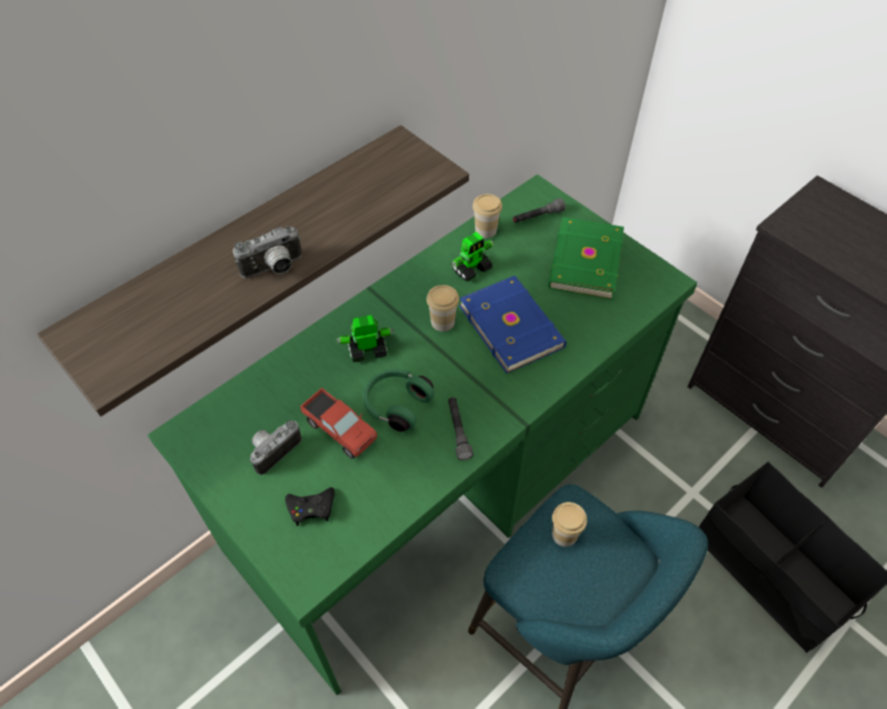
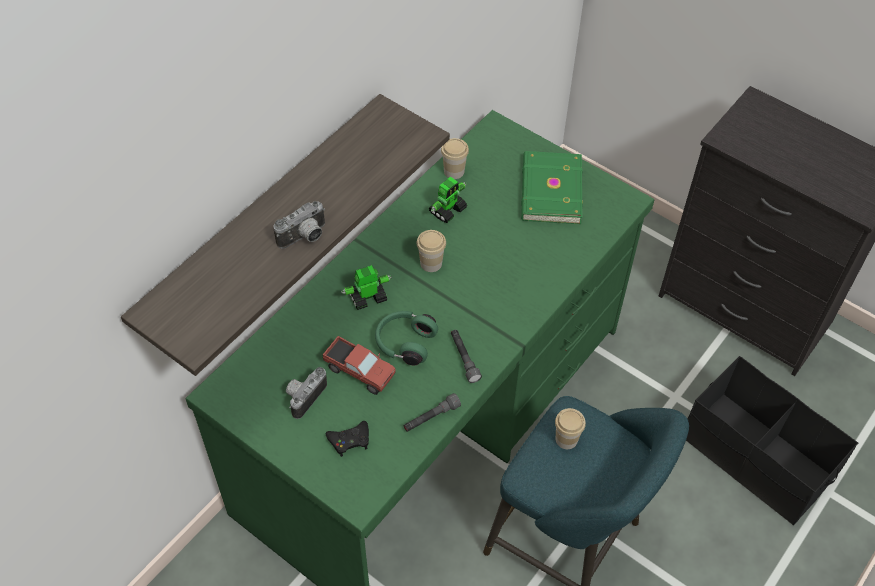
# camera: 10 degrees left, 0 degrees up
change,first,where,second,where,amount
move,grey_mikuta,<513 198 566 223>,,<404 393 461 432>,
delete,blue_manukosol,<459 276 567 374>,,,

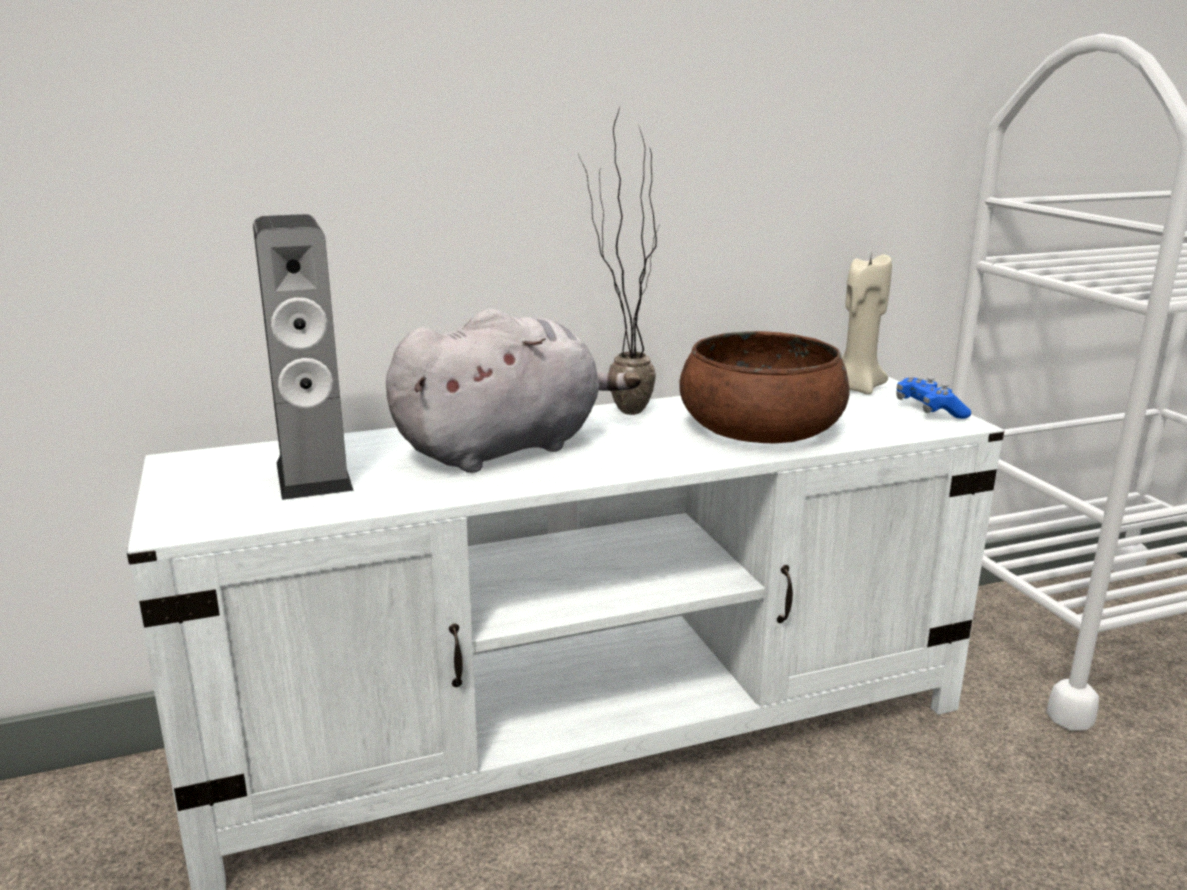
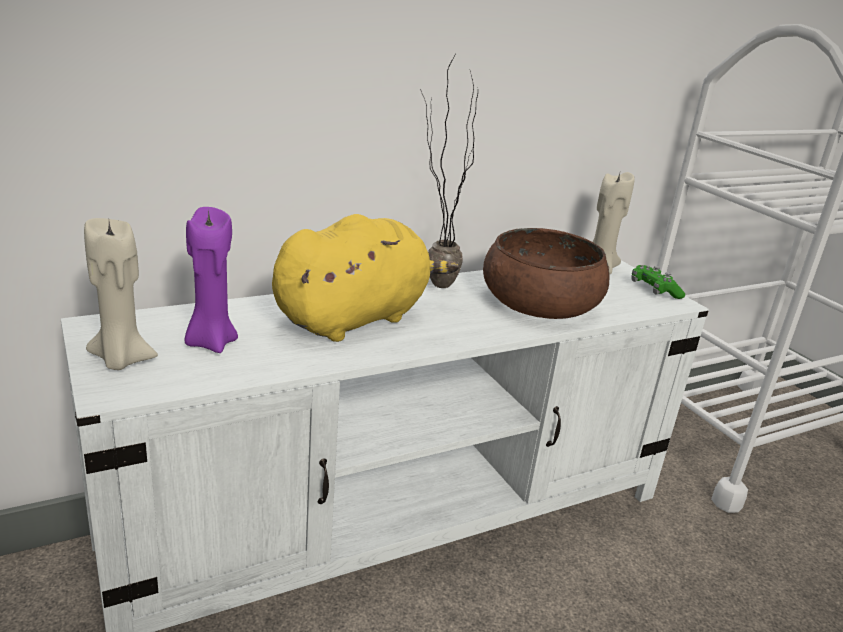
# camera: 10 degrees left, 5 degrees up
change,first,where,second,where,amount
replace,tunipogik,<253 214 354 500>,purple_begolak,<185 207 238 353>,
recolor,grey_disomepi,<386 309 641 473>,yellow_disomepi,<272 214 459 342>,
recolor,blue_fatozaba,<896 377 971 419>,green_fatozaba,<631 265 685 299>,
insert,,,beige_begolak,<84 218 158 370>,

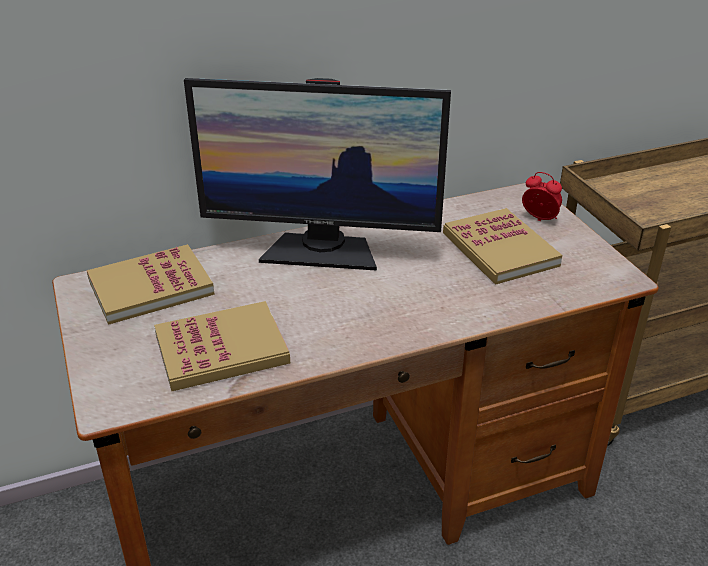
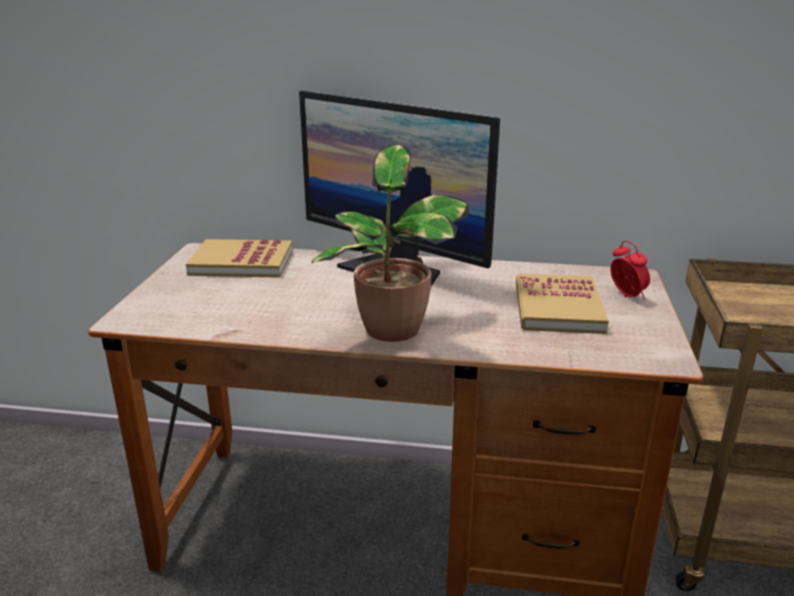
# camera: 30 degrees right, 10 degrees down
change,first,where,second,where,amount
delete,manukosol,<154 301 290 391>,,,
insert,,,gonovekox,<311 144 469 342>,

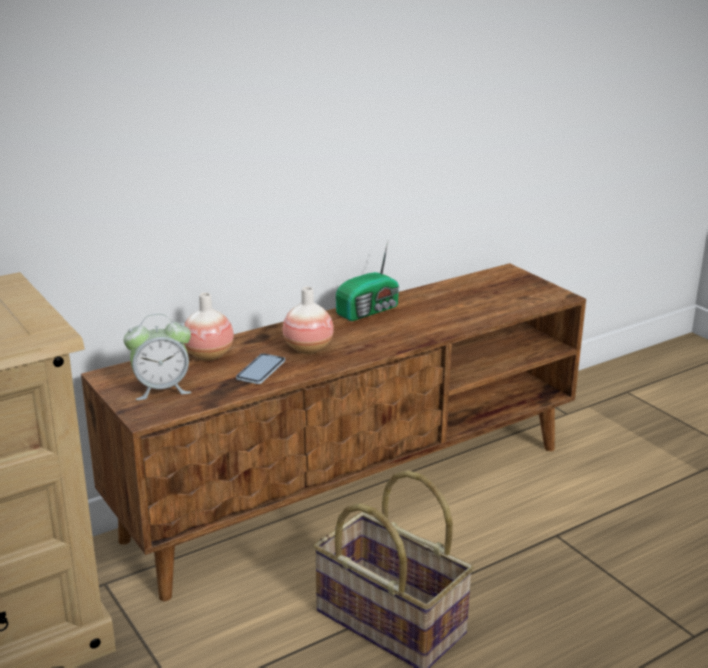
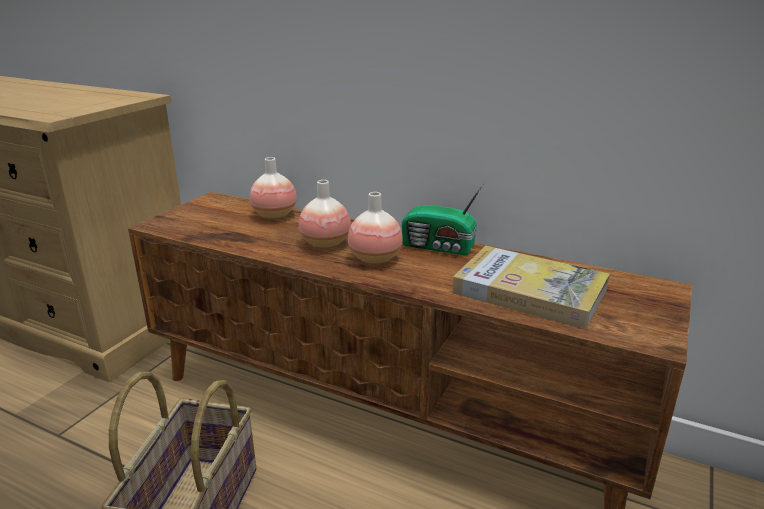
# camera: 60 degrees right, 0 degrees up
change,first,where,second,where,amount
delete,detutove,<124 314 192 400>,,,
delete,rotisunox,<236 354 285 384>,,,
insert,,,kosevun,<348 192 403 265>,
insert,,,manukosol,<452 246 610 329>,

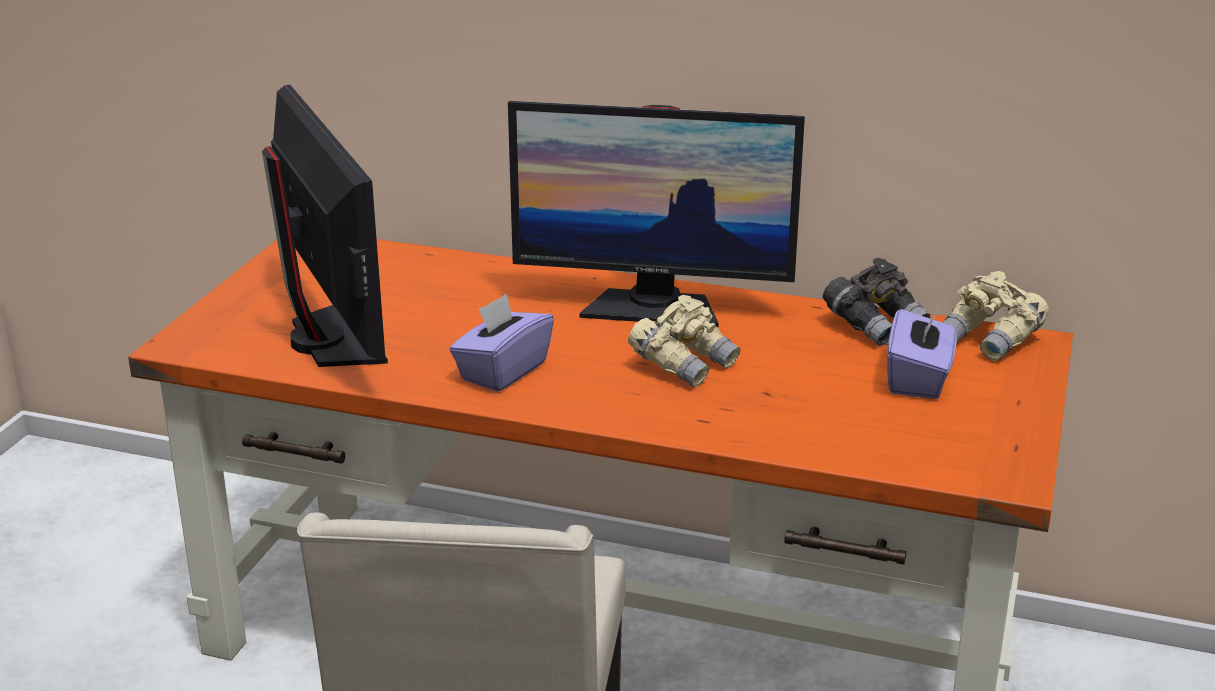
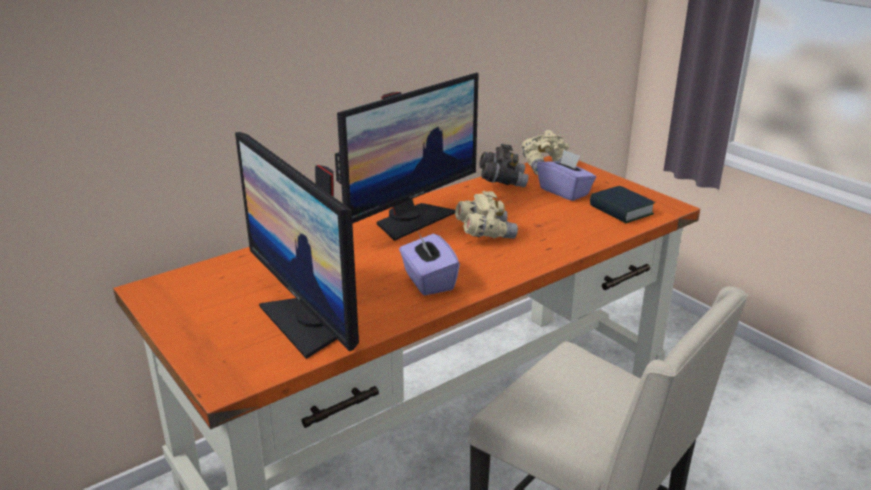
# camera: 55 degrees left, 0 degrees up
change,first,where,second,where,amount
rotate,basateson,<262 85 388 367>,,<235 132 359 359>,135 degrees counterclockwise
insert,,,manukosol,<590 186 655 223>,

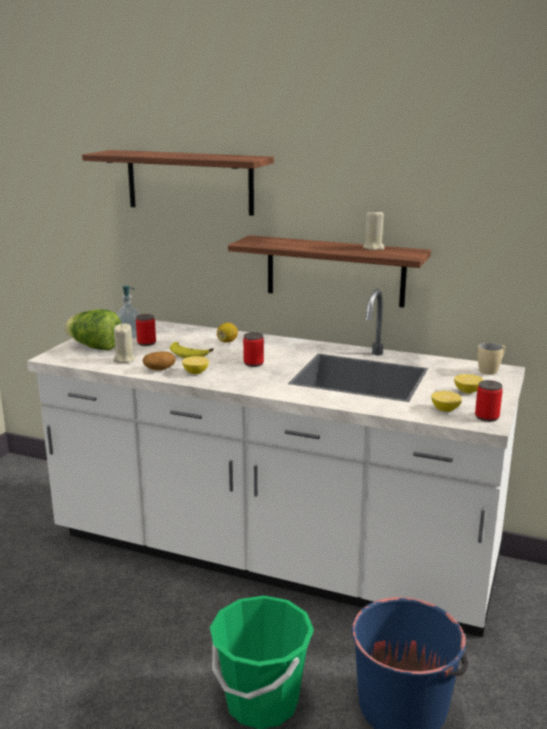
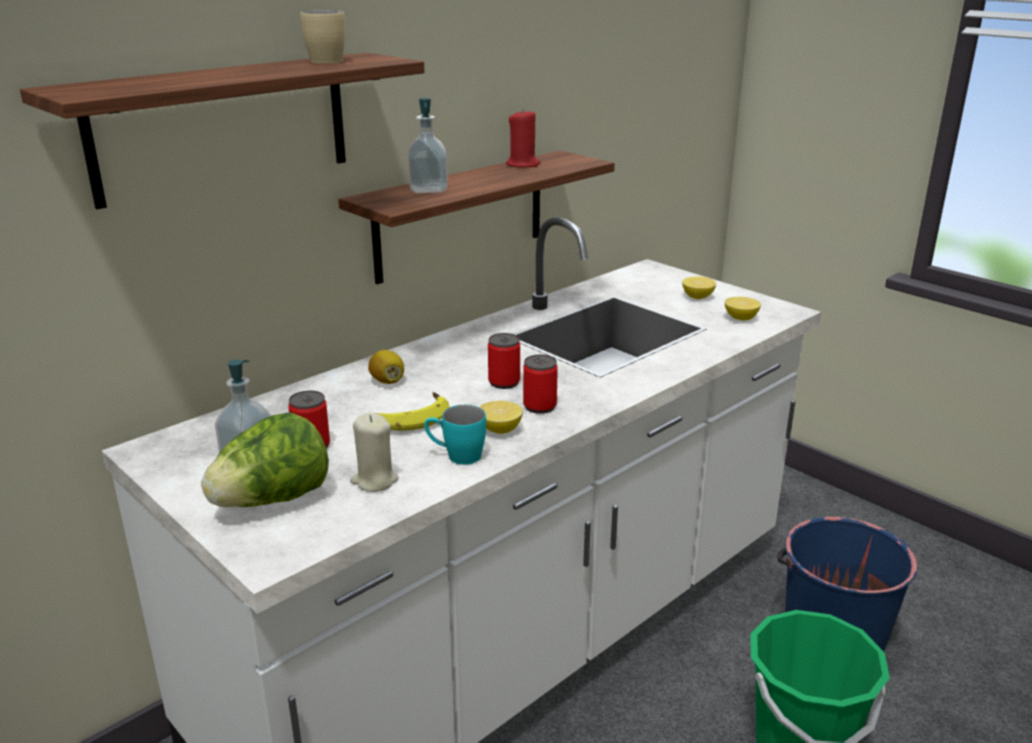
# camera: 65 degrees left, 5 degrees up
change,first,where,second,where,amount
recolor,beige_begolak,<363 209 384 250>,red_begolak,<506 109 541 167>,
move,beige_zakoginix,<477 343 505 375>,,<300 10 346 64>,
replace,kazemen,<143 352 176 370>,turquoise_zakoginix,<424 405 486 465>,
move,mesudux,<475 380 503 422>,,<523 355 558 414>,
insert,,,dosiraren,<408 98 448 193>,

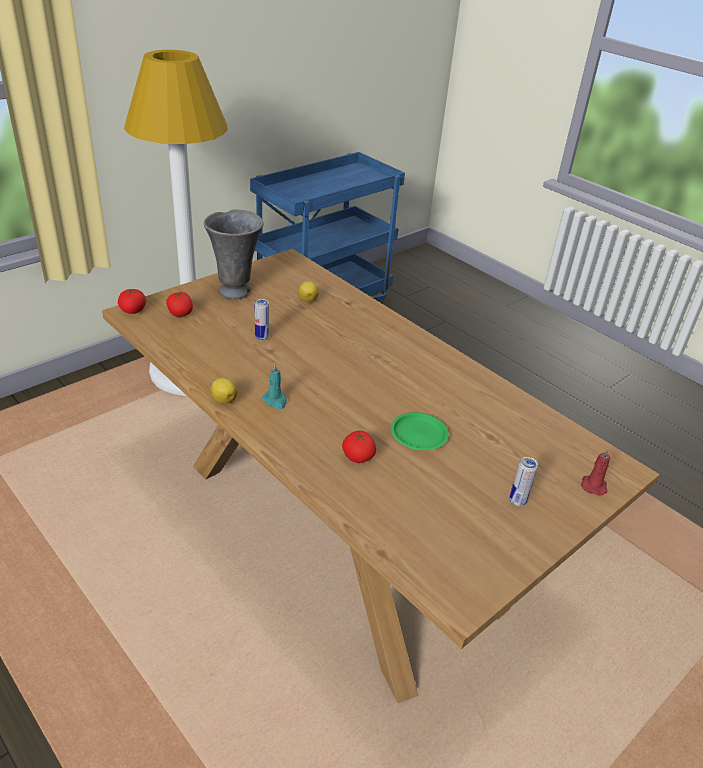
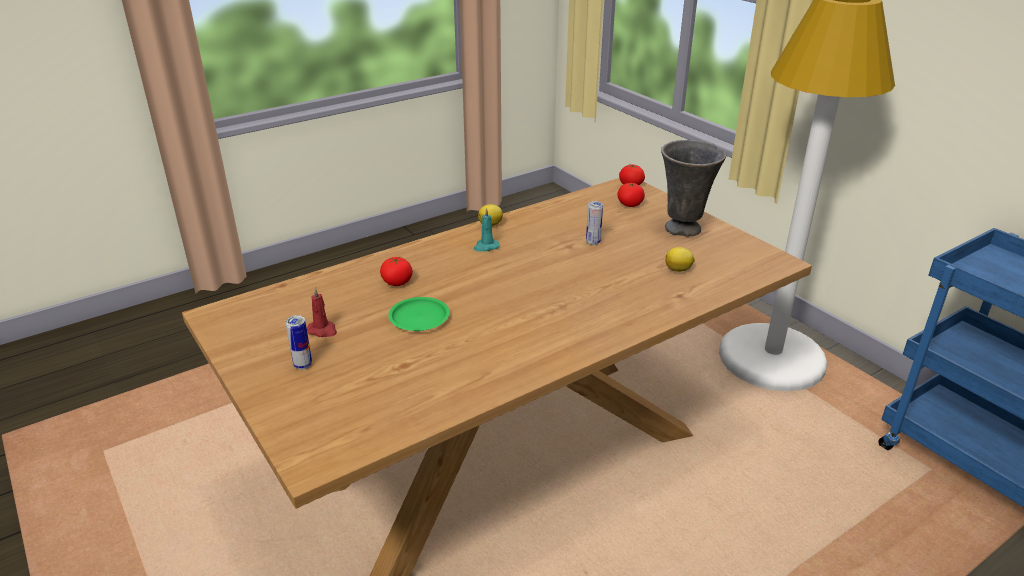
# camera: 100 degrees right, 5 degrees down
change,first,where,second,where,amount
move,red_begolak,<581 448 610 496>,,<307 287 337 337>,

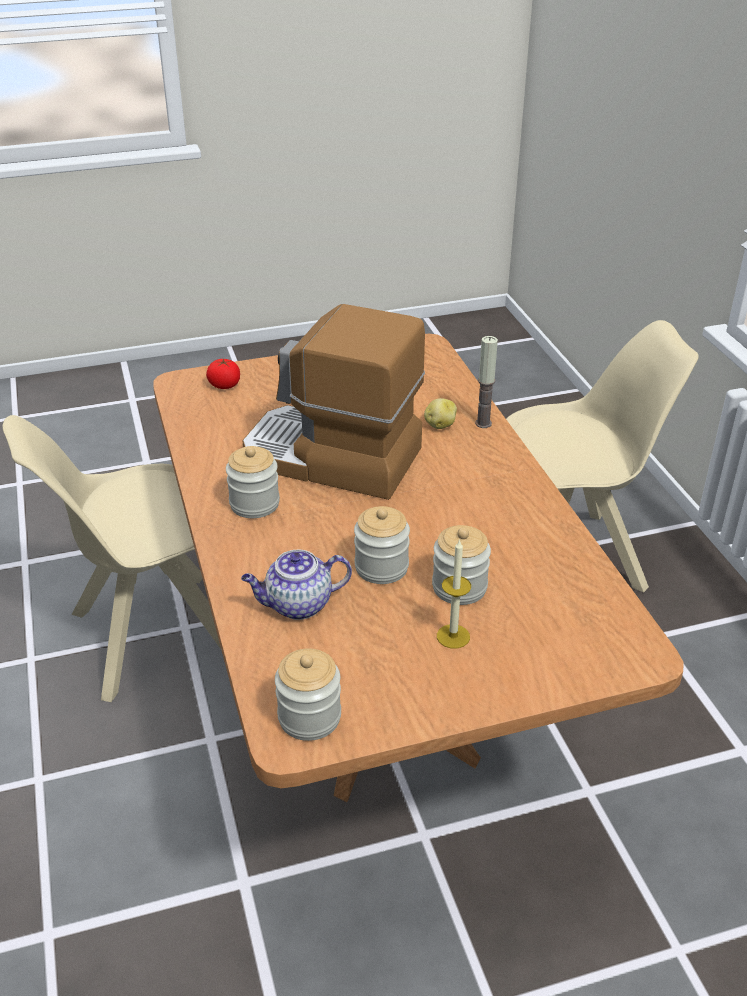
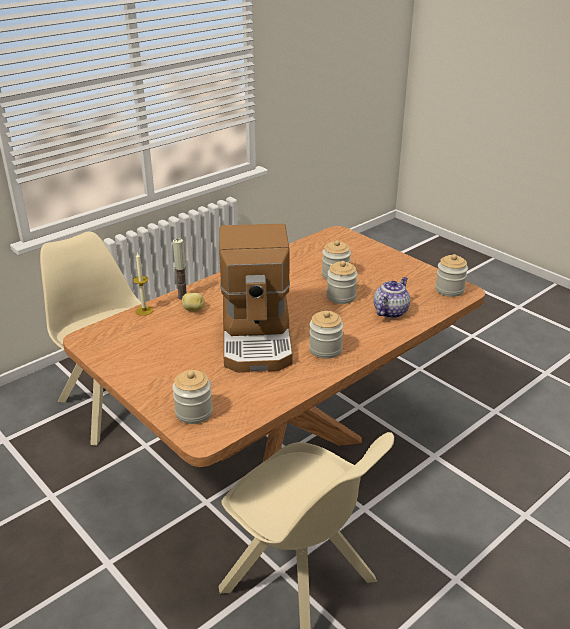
# camera: 115 degrees left, 5 degrees down
change,first,where,second,where,amount
replace,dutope,<206 358 240 389>,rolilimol,<172 370 213 424>,
move,begolak,<437 539 471 649>,,<133 252 153 316>,
rotate,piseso,<241 549 352 620>,,<373 277 410 318>,105 degrees counterclockwise

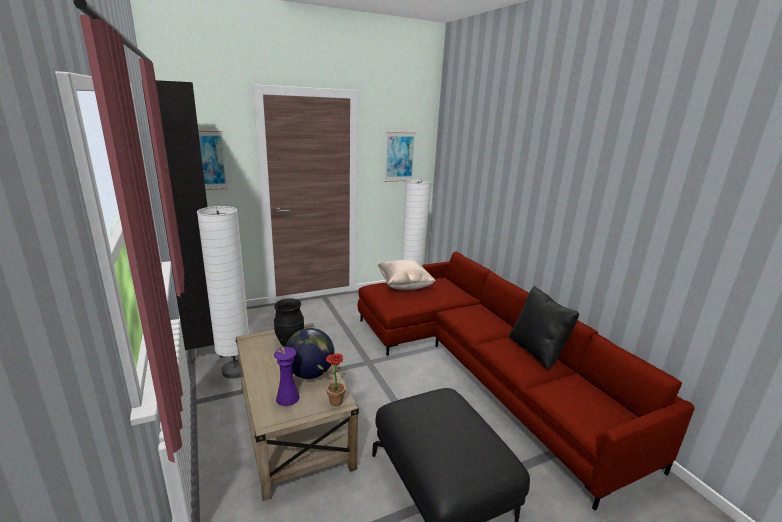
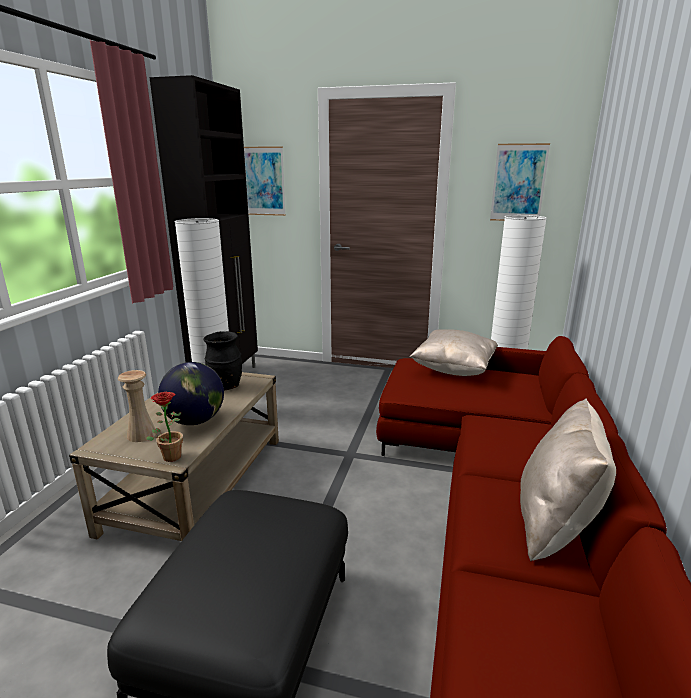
# camera: 40 degrees right, 0 degrees up
change,first,where,second,where,amount
recolor,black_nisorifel,<509 286 579 371>,beige_nisorifel,<520 398 616 561>,
recolor,purple_kosevun,<274 347 300 406>,beige_kosevun,<118 370 157 442>,

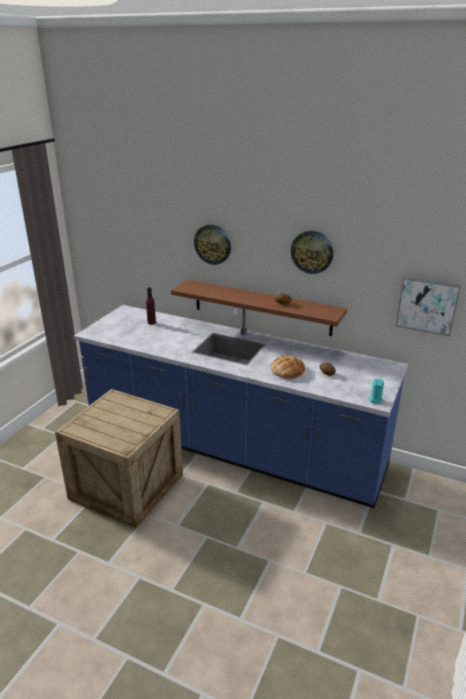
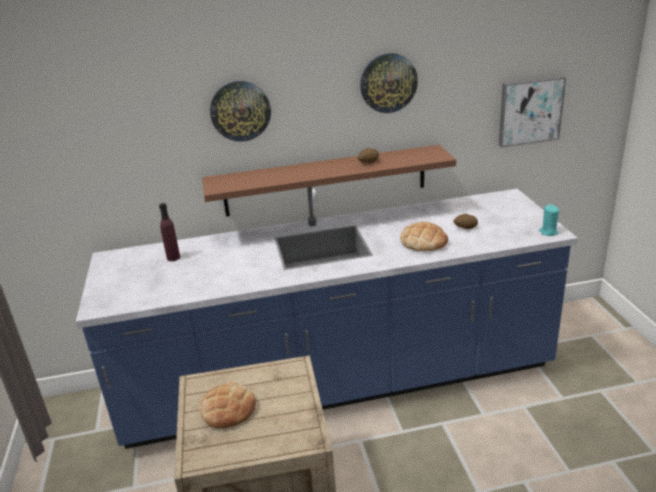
# camera: 35 degrees left, 0 degrees up
change,first,where,second,where,amount
insert,,,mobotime,<200 382 256 428>,

